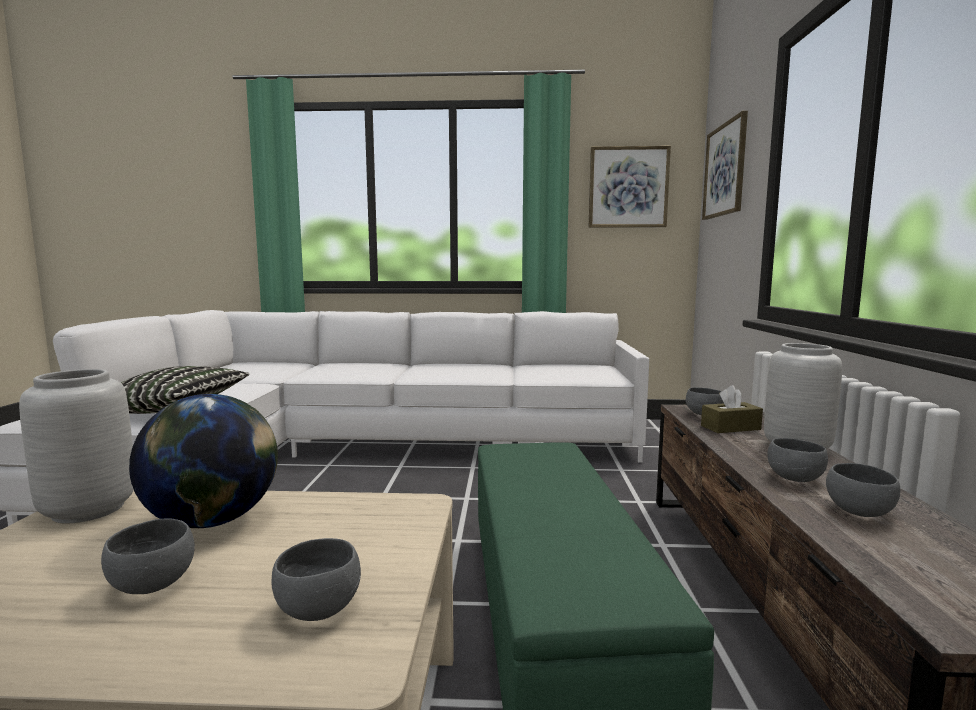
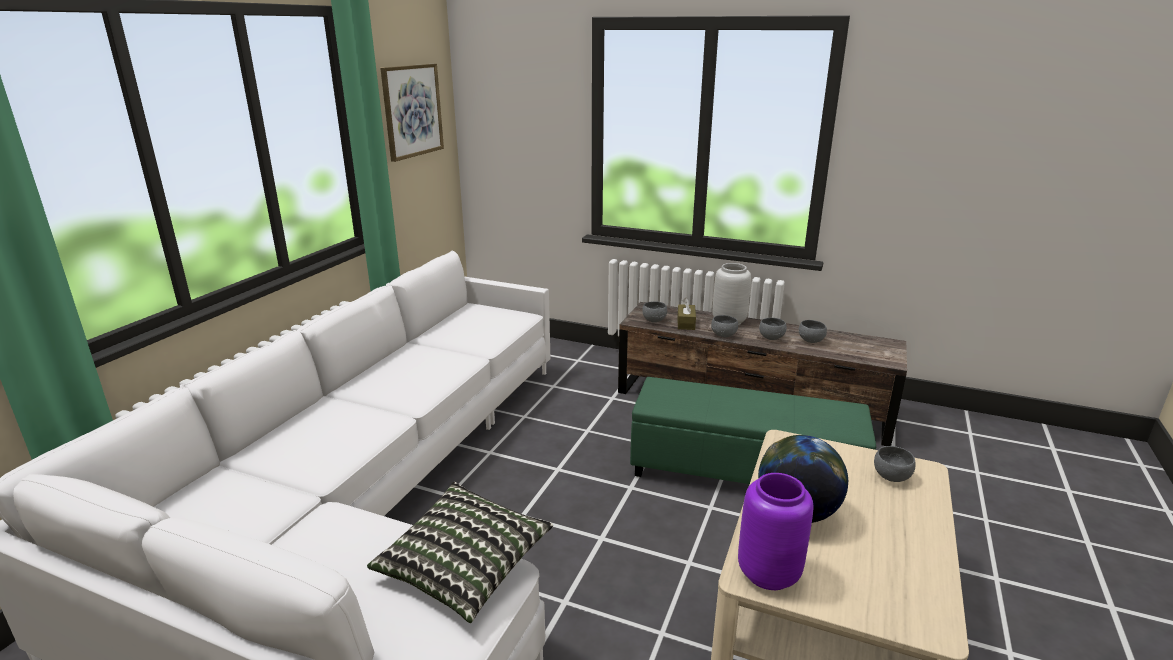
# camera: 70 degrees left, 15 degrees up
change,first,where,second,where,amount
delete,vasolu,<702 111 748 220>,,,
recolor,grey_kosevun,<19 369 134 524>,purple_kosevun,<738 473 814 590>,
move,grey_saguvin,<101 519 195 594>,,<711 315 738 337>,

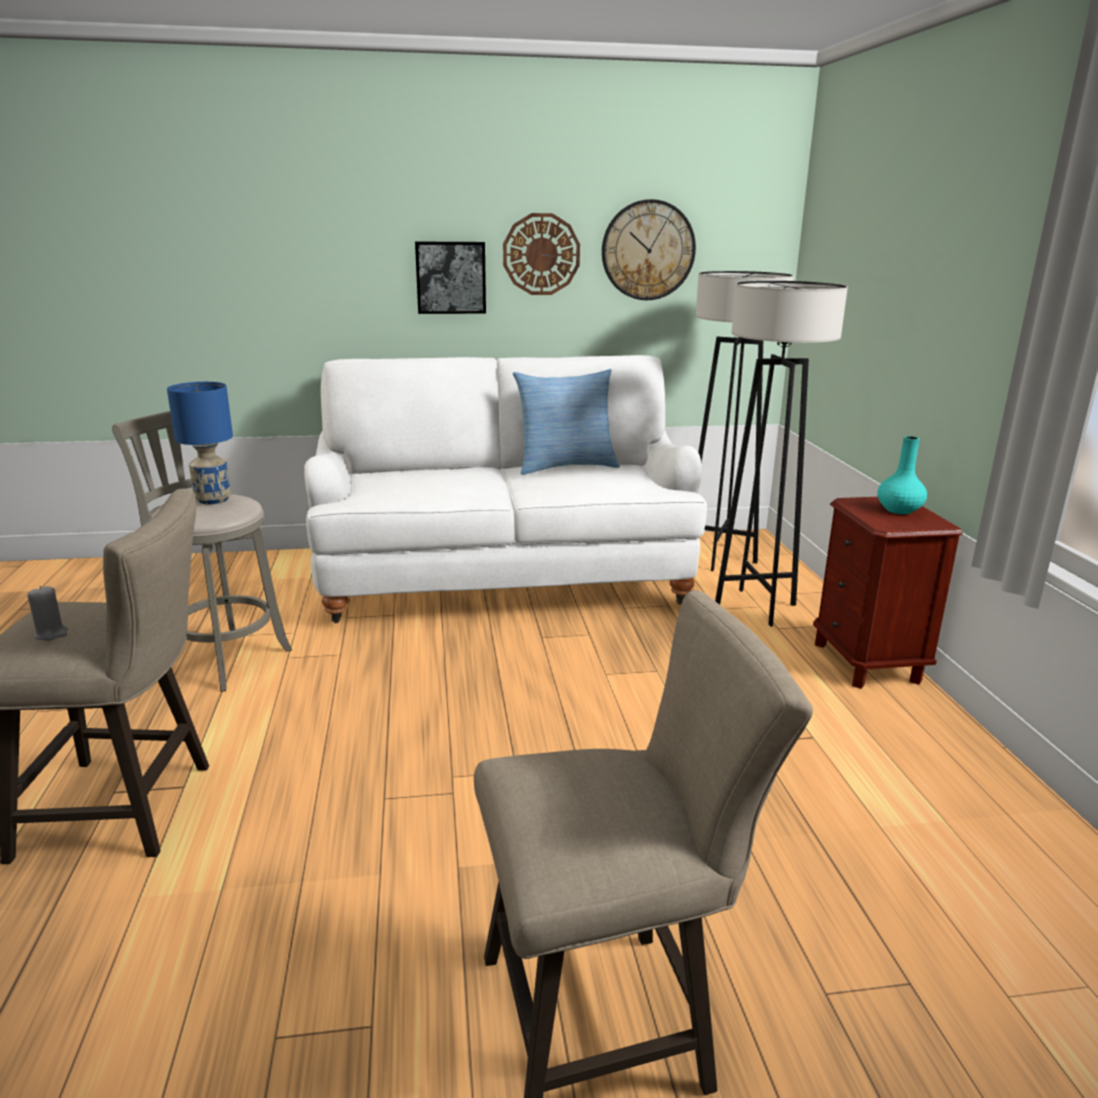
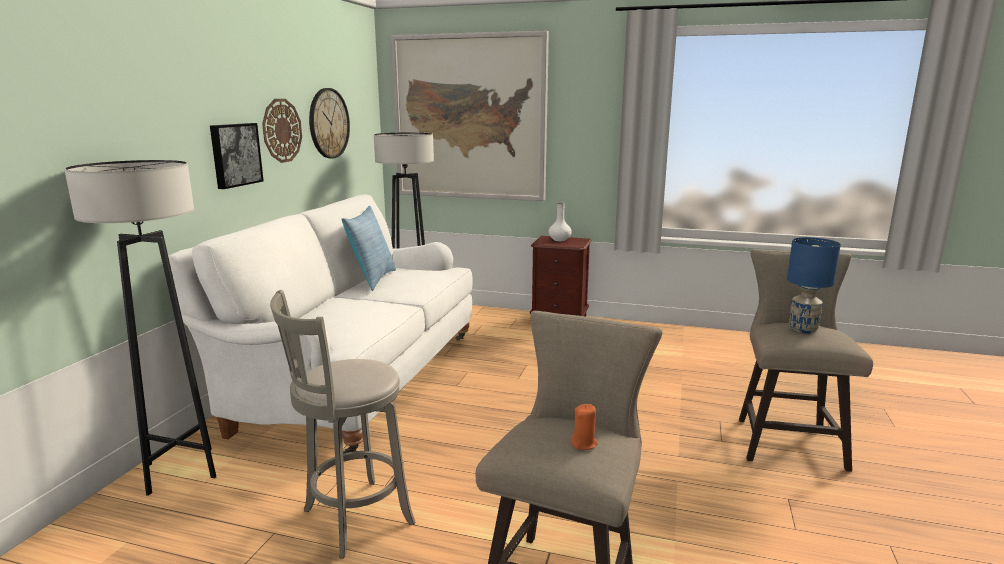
# camera: 65 degrees left, 5 degrees down
change,first,where,second,where,amount
move,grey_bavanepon,<715 281 848 627>,,<64 160 216 496>,
move,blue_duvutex,<167 382 233 504>,,<787 237 841 334>,
recolor,turquoise_kosevun,<877 436 927 514>,white_kosevun,<548 202 572 241>,
recolor,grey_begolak,<27 586 68 641>,orange_begolak,<571 404 598 450>,
insert,,,vasolu,<391 31 549 201>,

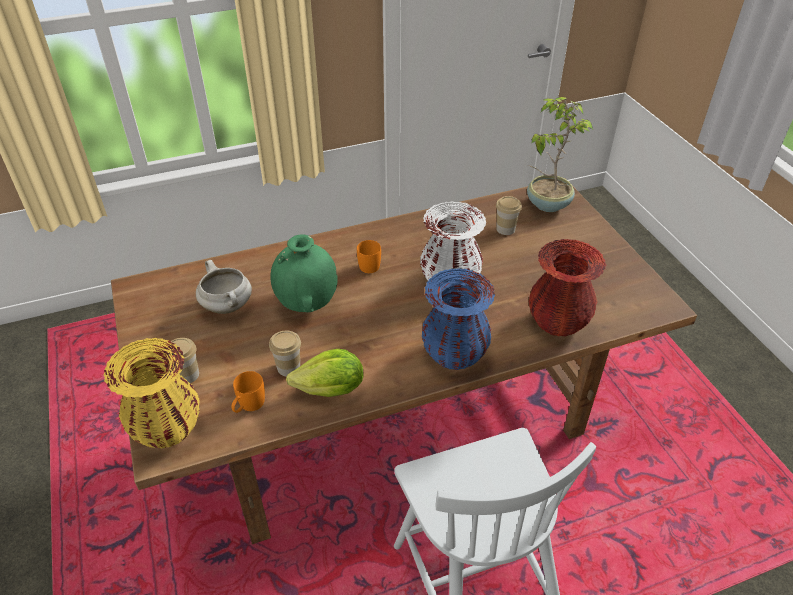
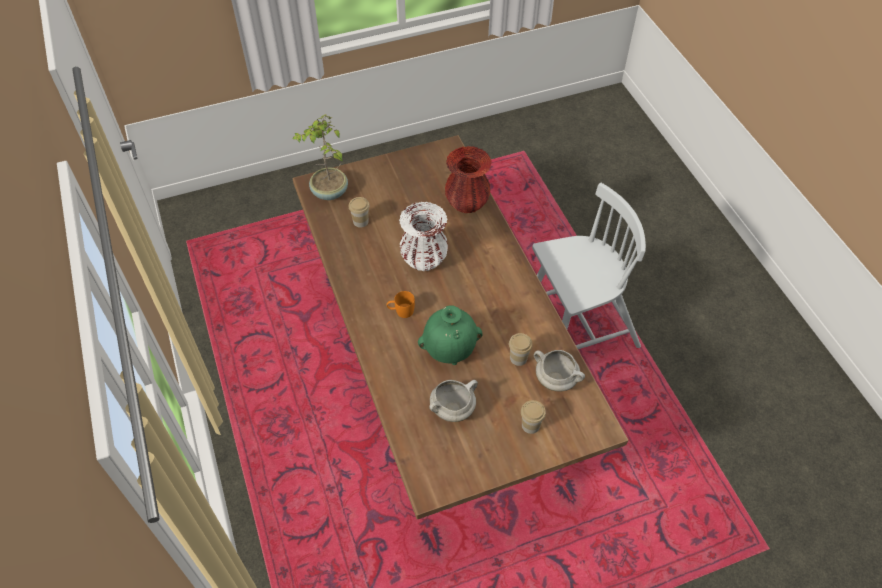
# camera: 90 degrees left, 10 degrees up
change,first,where,second,where,amount
delete,blue_kosevun,<422 268 495 370>,,,
delete,yellow_kosevun,<103 338 199 449>,,,
delete,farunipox,<286 349 364 397>,,,
replace,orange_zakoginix,<231 371 265 413>,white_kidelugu,<534 350 585 392>,

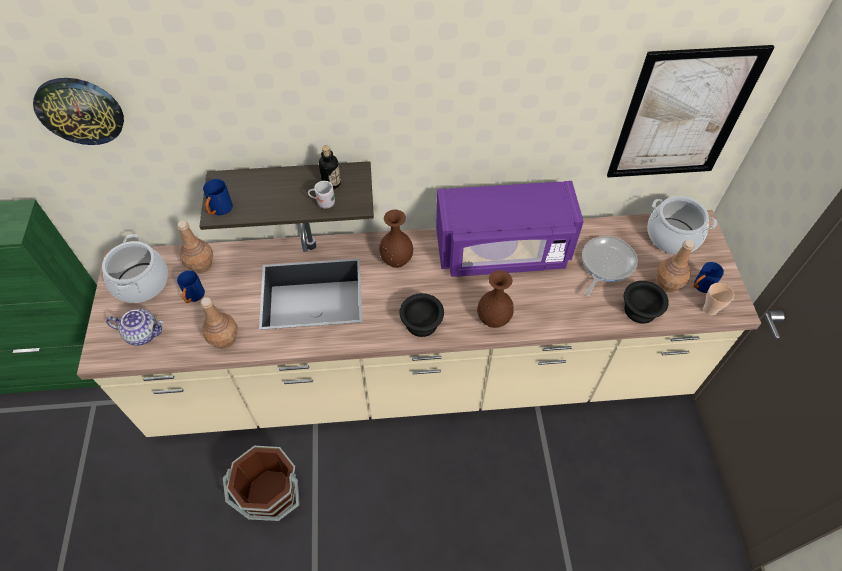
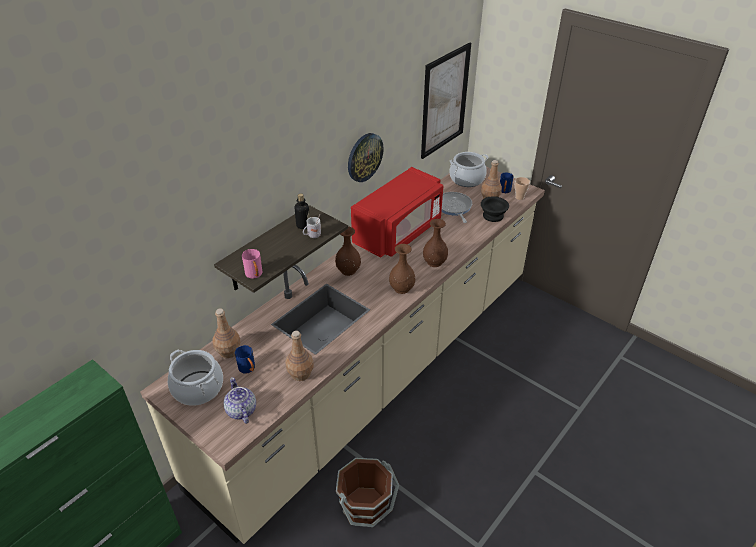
# camera: 45 degrees left, 15 degrees down
change,first,where,second,where,amount
move,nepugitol,<33 78 124 145>,,<348 133 384 182>,
recolor,blue_zakoginix,<203 179 233 215>,pink_zakoginix,<242 249 262 279>,
recolor,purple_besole,<436 181 584 277>,red_besole,<351 167 443 258>,
replace,black_saguvin,<399 293 444 337>,brown_kosevun,<389 244 415 294>,
rotate,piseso,<106 309 164 346>,,<224 377 256 424>,75 degrees counterclockwise

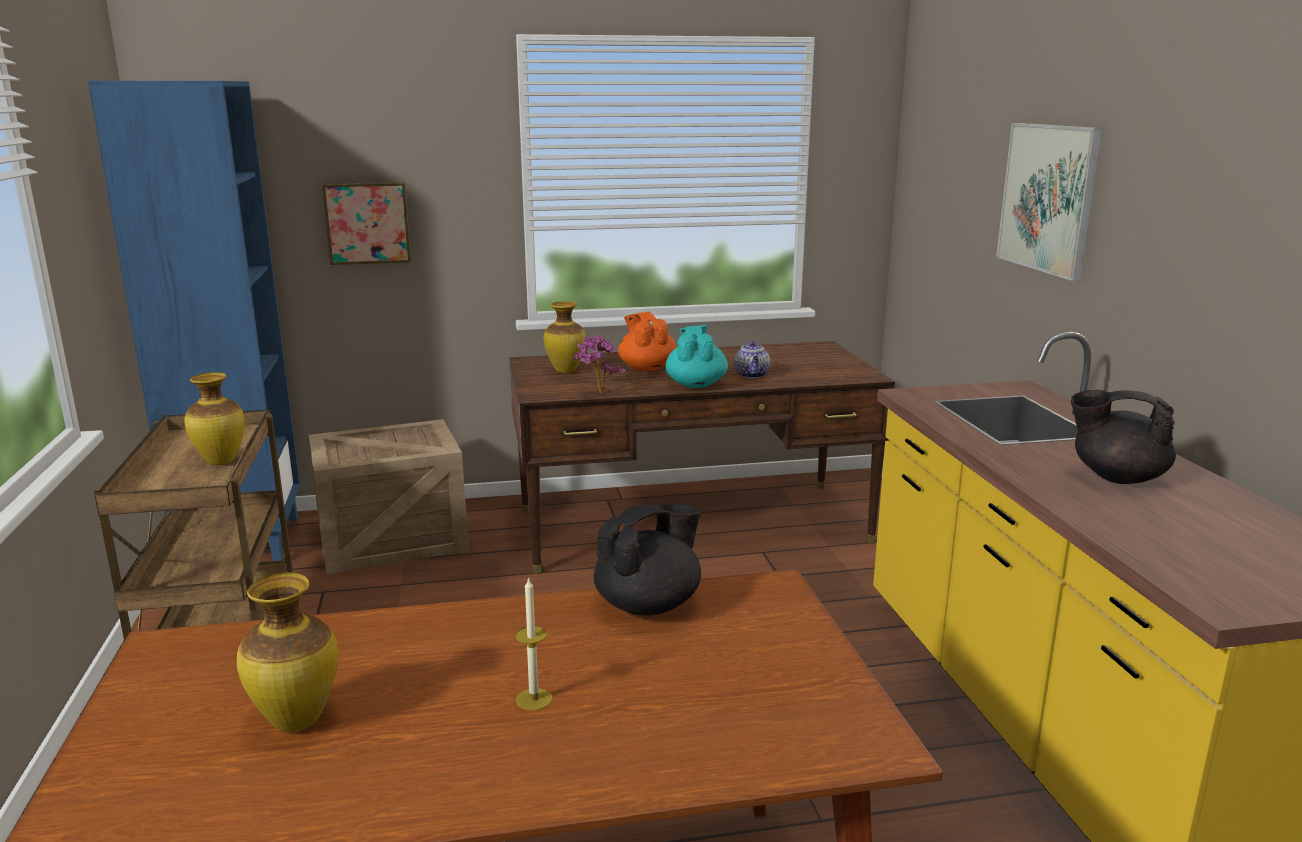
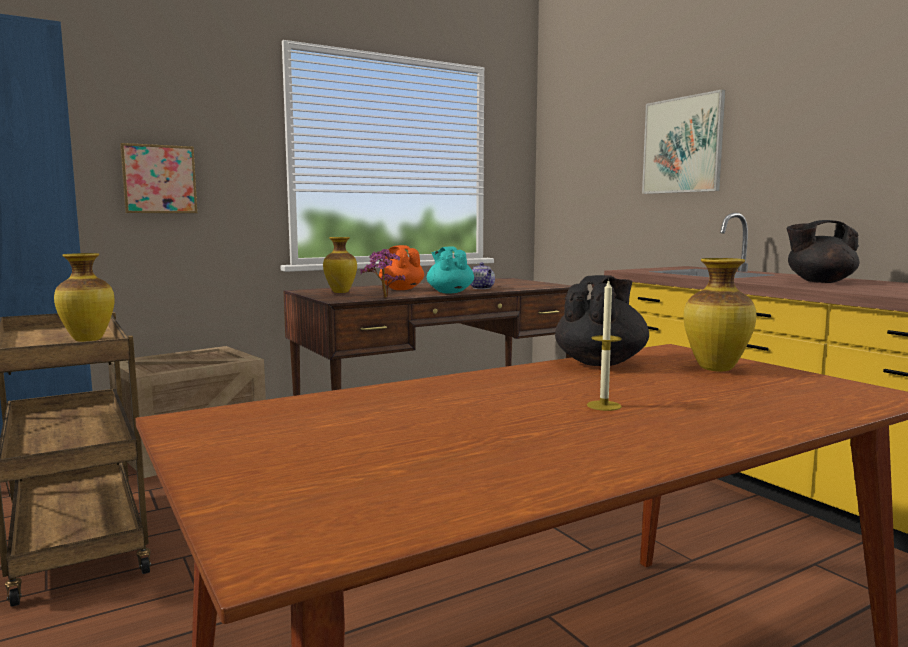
# camera: 20 degrees left, 10 degrees down
change,first,where,second,where,amount
move,kosevun,<237 573 338 732>,,<684 258 756 372>,

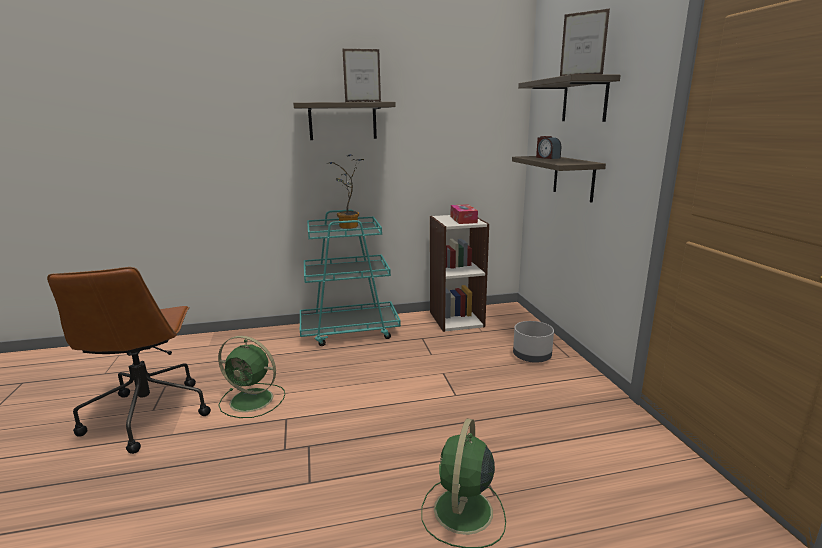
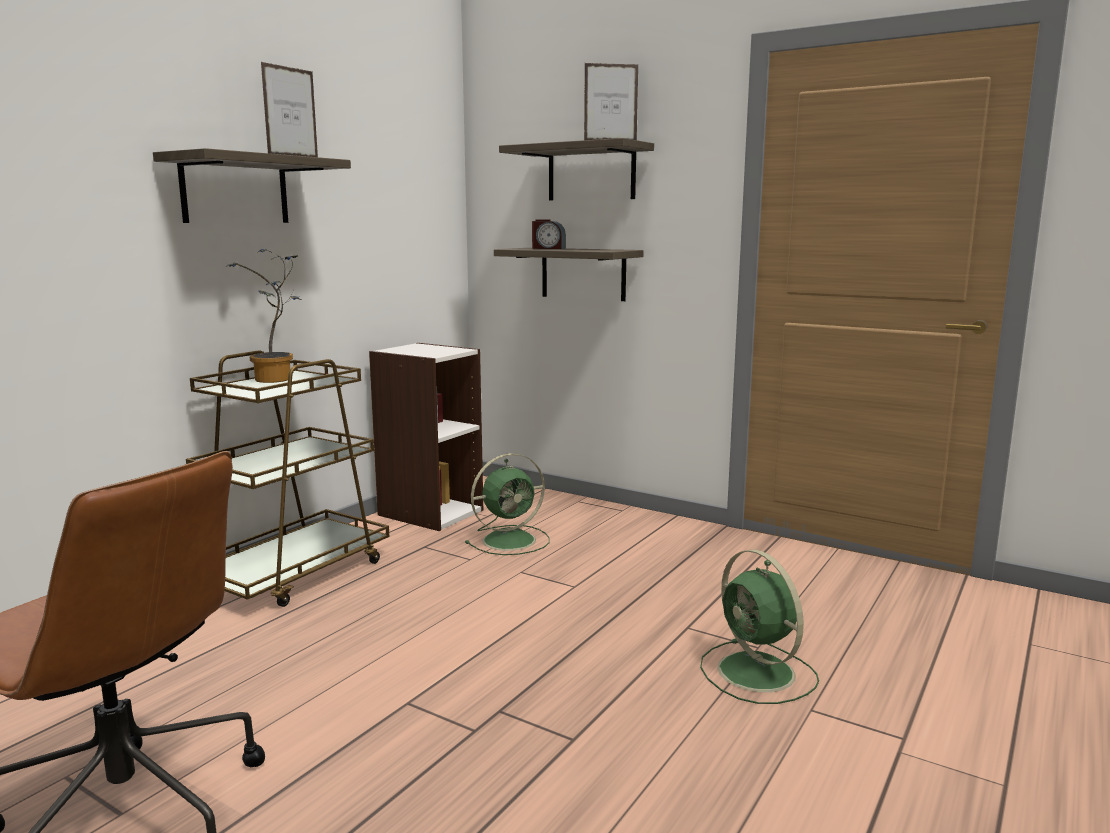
# camera: 45 degrees left, 5 degrees down
change,first,where,second,where,amount
delete,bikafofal,<451 204 478 224>,,,
recolor,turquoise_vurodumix,<300 210 401 346>,brown_vurodumix,<186 350 389 607>,
delete,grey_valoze,<513 321 554 363>,,,
move,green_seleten,<218 336 285 418>,,<465 453 550 555>,

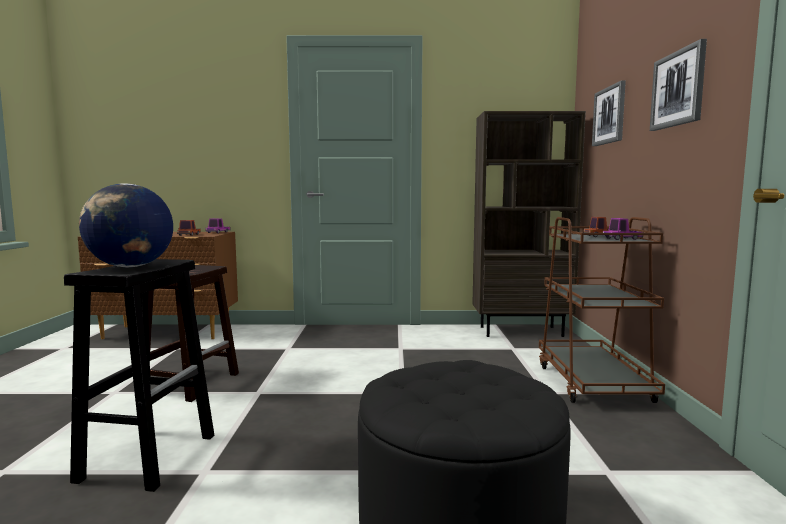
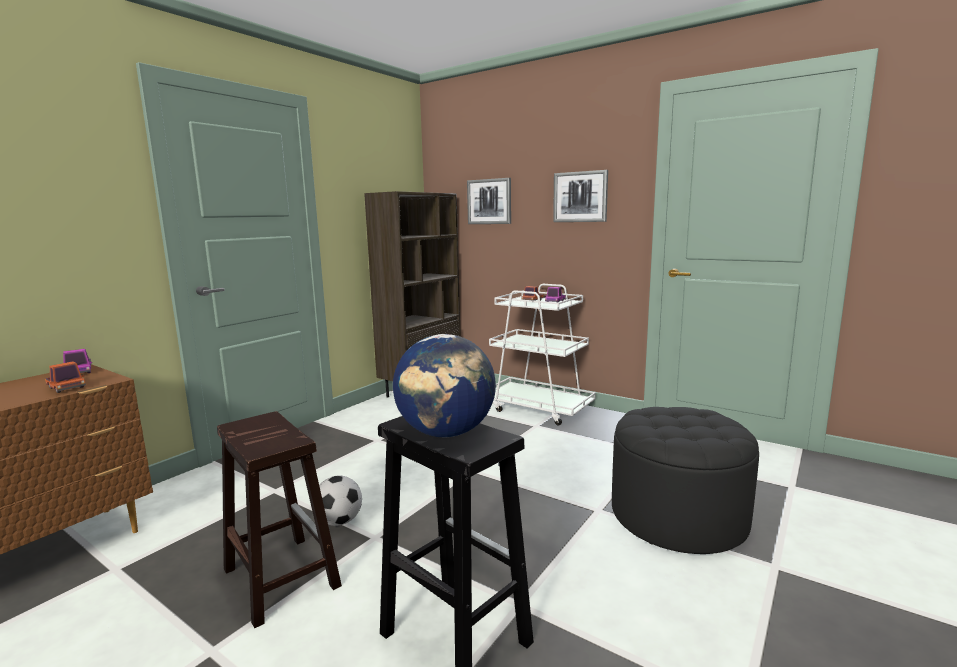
# camera: 55 degrees left, 5 degrees up
change,first,where,second,where,amount
recolor,brown_vurodumix,<539 217 665 403>,white_vurodumix,<489 284 596 426>,
insert,,,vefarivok,<319 476 362 526>,

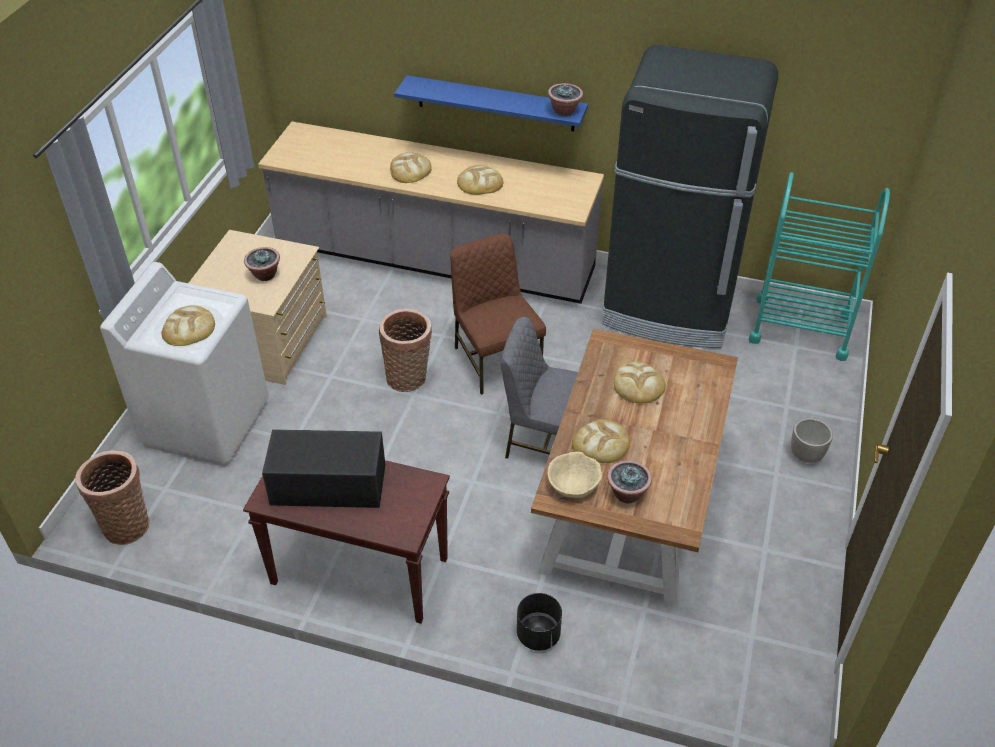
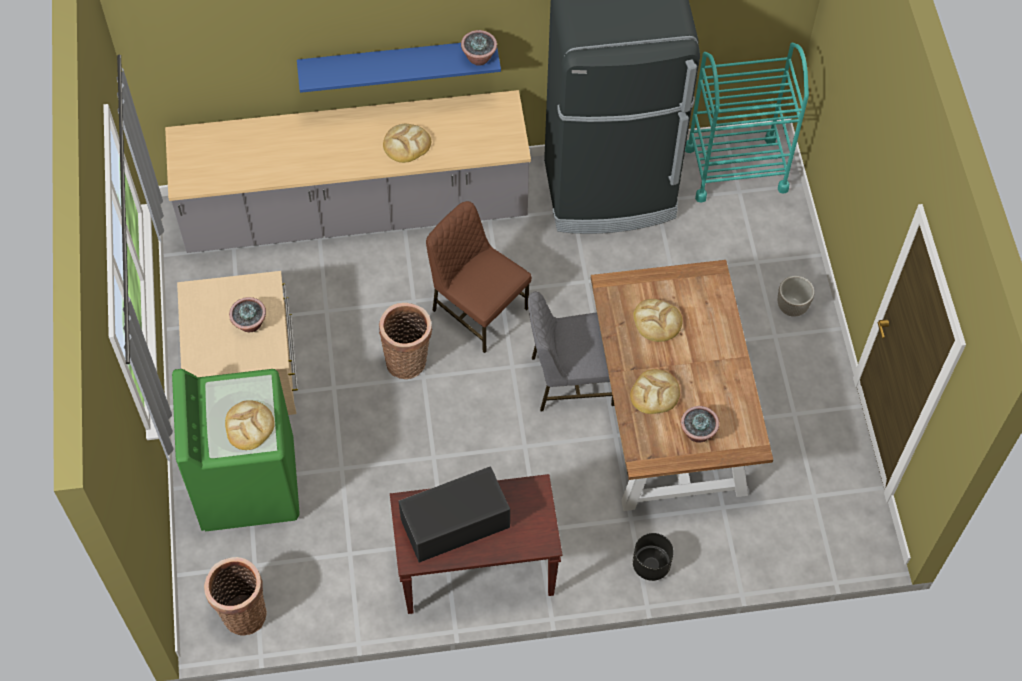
# camera: 25 degrees left, 15 degrees up
change,first,where,second,where,amount
delete,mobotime,<390 152 432 183>,,,
recolor,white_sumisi,<100 262 269 466>,green_sumisi,<172 369 300 532>,
delete,beige_saguvin,<548 452 602 498>,,,

